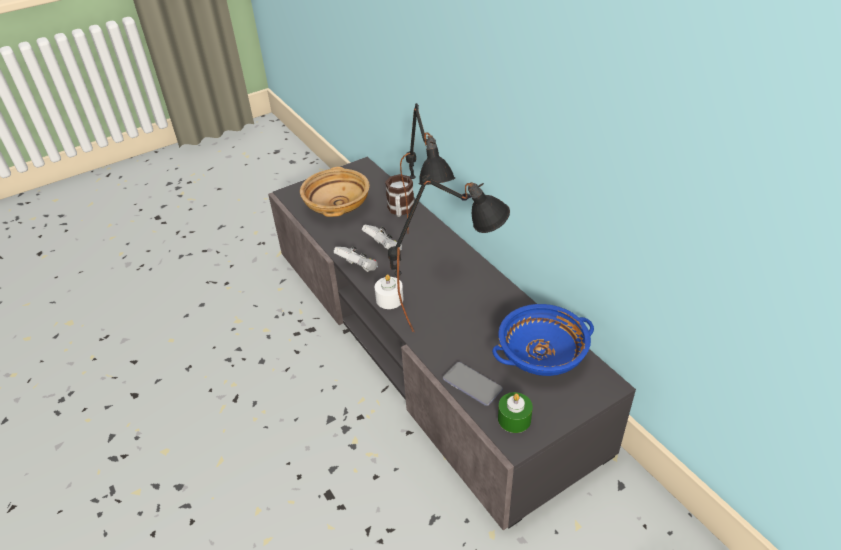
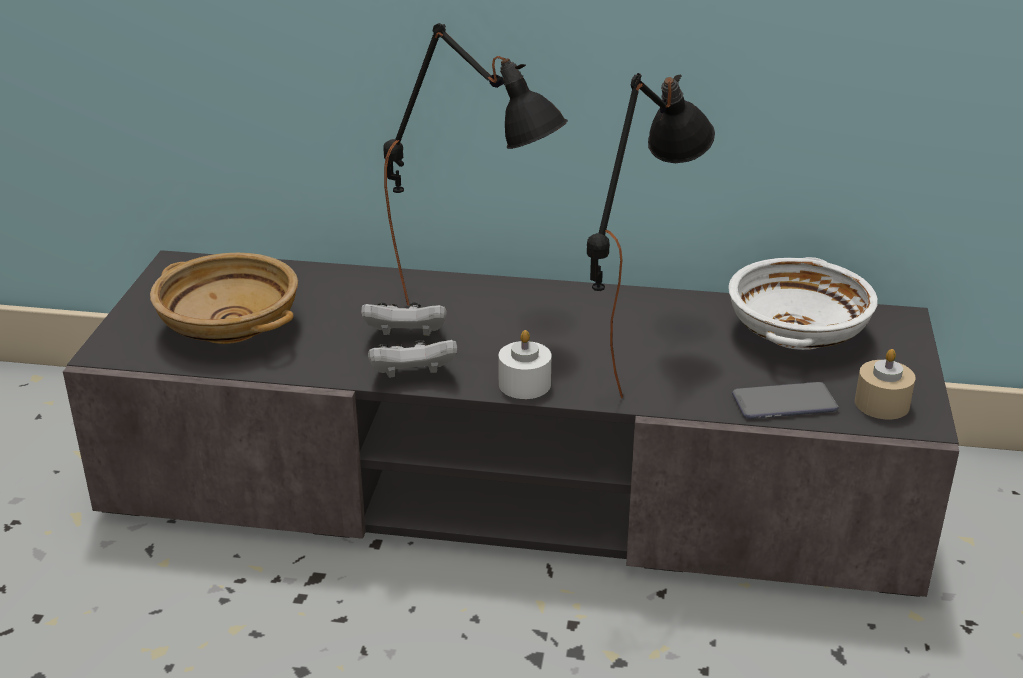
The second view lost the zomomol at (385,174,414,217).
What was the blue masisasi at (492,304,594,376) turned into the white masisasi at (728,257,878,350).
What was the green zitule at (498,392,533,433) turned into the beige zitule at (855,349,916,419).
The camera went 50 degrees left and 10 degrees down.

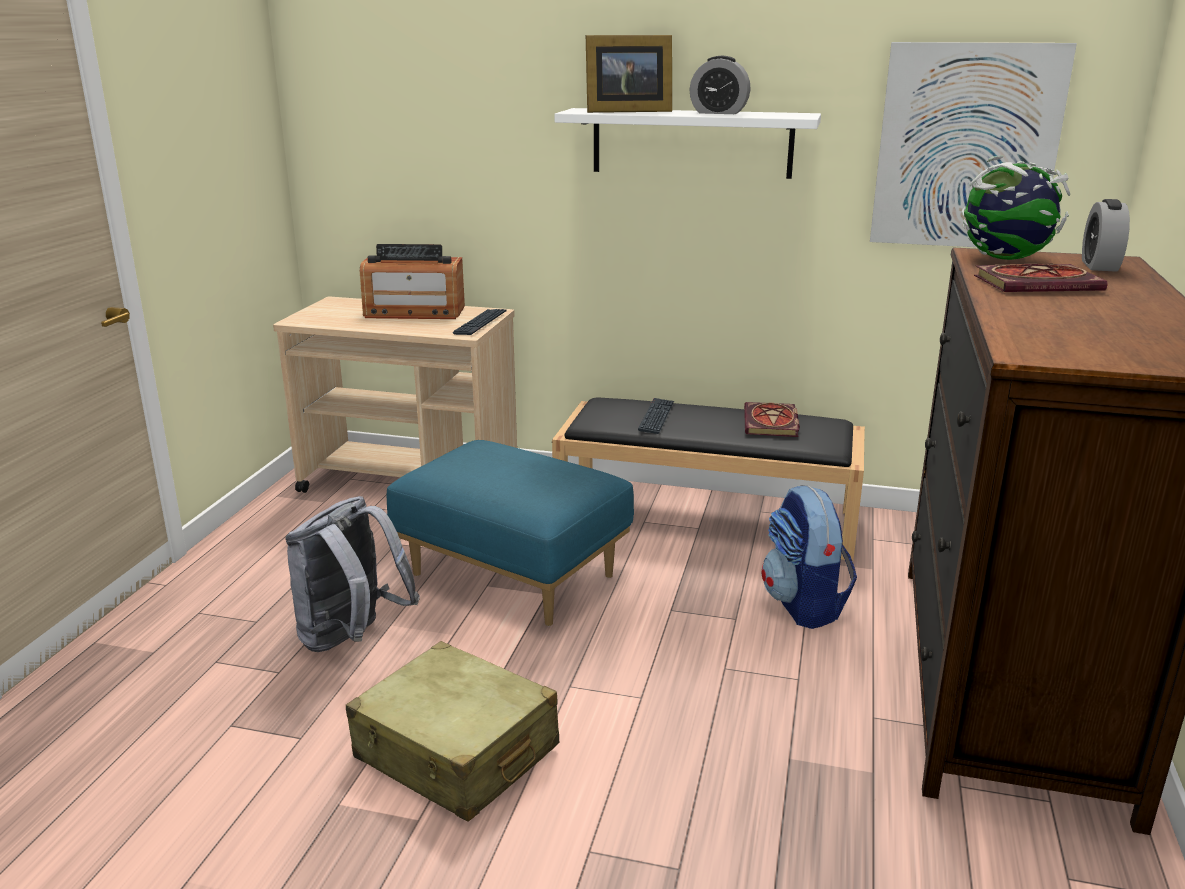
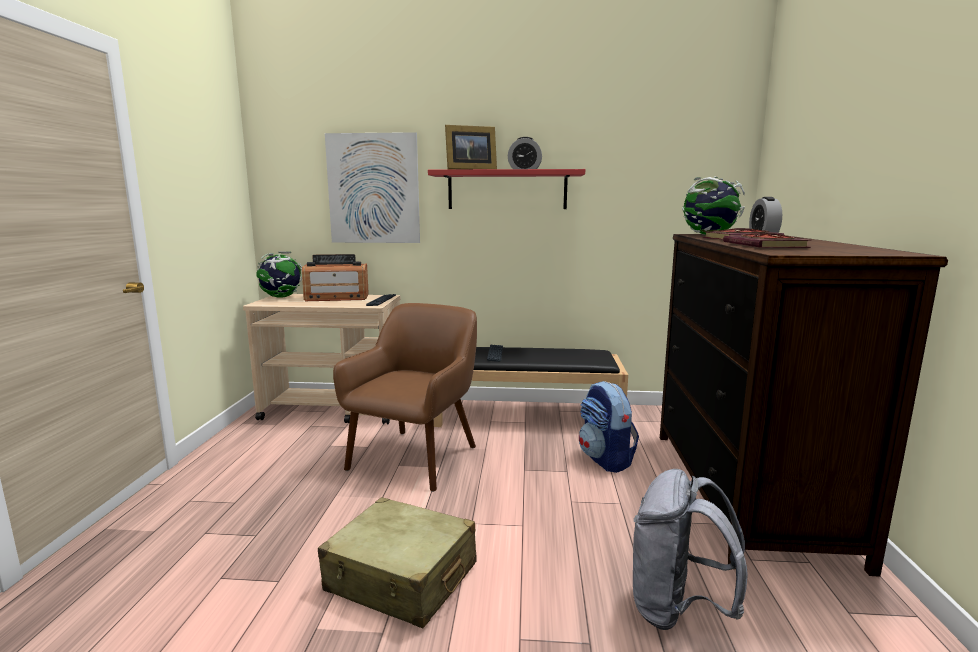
The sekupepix ended up elsewhere, having gone from (870,42,1077,247) to (325,132,420,243).
What was the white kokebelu at (555,108,821,179) turned into the red kokebelu at (428,169,585,209).
The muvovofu ended up elsewhere, having gone from (744,402,800,437) to (723,233,811,248).
Where the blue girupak stood at (387,440,634,626), the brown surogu came to stand at (333,303,477,492).
The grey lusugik ended up elsewhere, having gone from (285,496,420,652) to (633,469,748,630).
The second view gained the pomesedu at (256,251,302,298).
The camera went 10 degrees left and 10 degrees down.

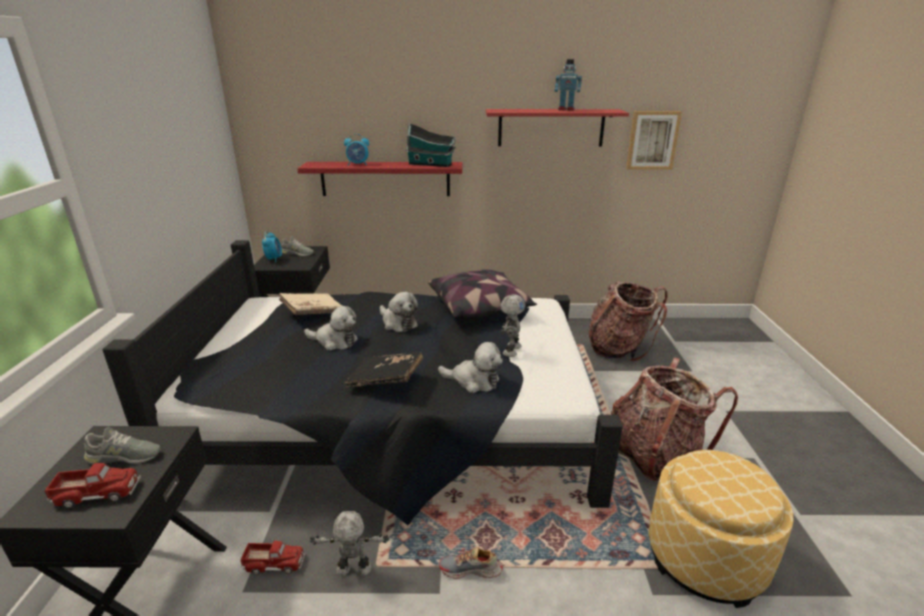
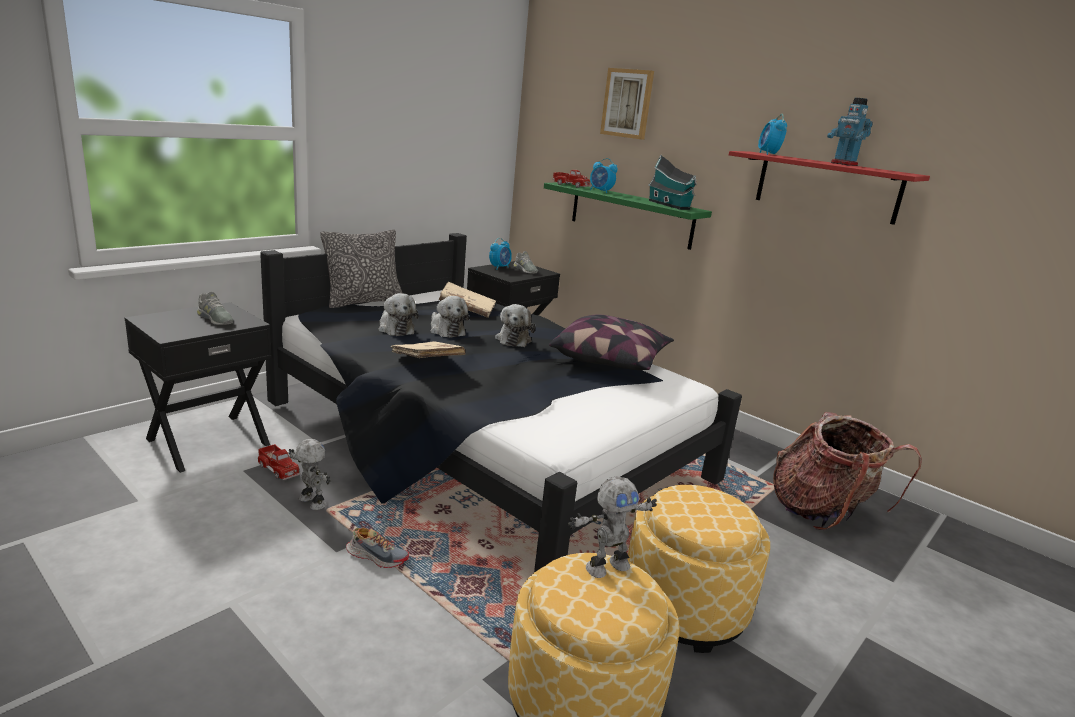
The sekupepix ended up elsewhere, having gone from (626,111,682,170) to (600,68,654,140).
What was the red kokebelu at (297,162,462,196) turned into the green kokebelu at (544,183,712,250).
The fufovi ended up elsewhere, having gone from (500,294,525,357) to (568,476,657,578).
The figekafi ended up elsewhere, having gone from (438,342,503,393) to (378,293,419,336).
What was the black muvovofu at (344,352,423,387) turned into the beige muvovofu at (391,341,466,358).
Where the lusugik stood at (611,357,738,482), the girupak came to stand at (627,485,770,653).
The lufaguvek ended up elsewhere, having gone from (44,463,141,508) to (552,170,591,188).
The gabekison at (439,547,503,579) ended up facing another way, 150 degrees clockwise from before.
The second view gained the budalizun at (758,114,787,155).
The second view gained the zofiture at (320,230,403,308).
The camera went 40 degrees right and 5 degrees down.

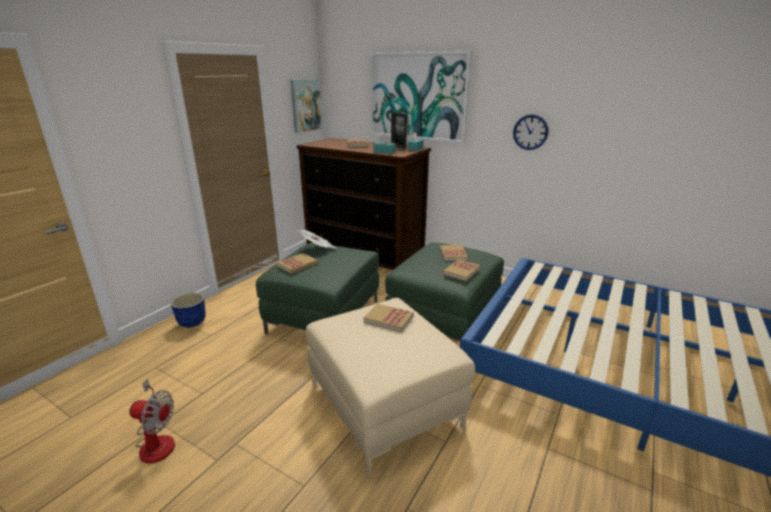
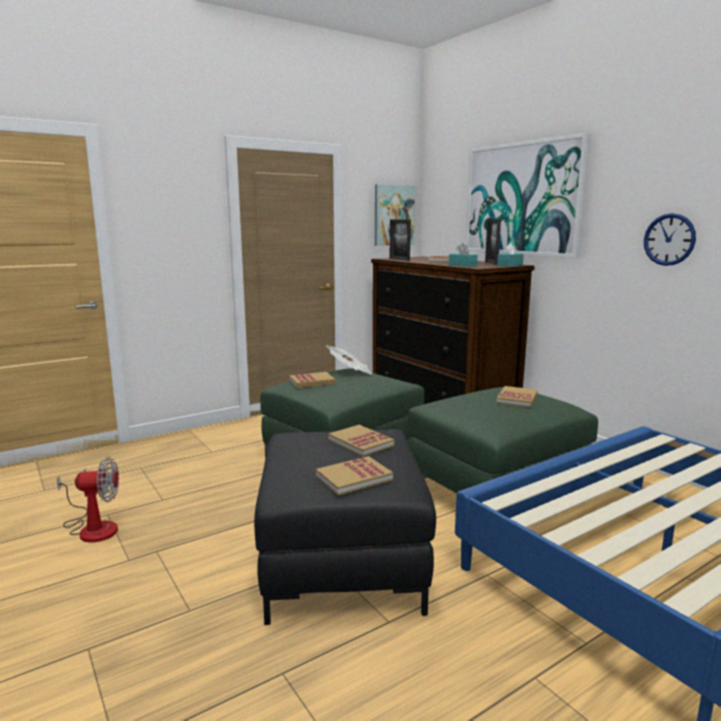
The muvovofu ended up elsewhere, having gone from (443,259,480,281) to (315,456,393,495).
The second view lost the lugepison at (171,293,206,328).
What was the beige girupak at (306,298,475,476) turned into the black girupak at (254,429,436,625).
The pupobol at (129,379,175,463) ended up facing another way, 45 degrees counterclockwise from before.
The second view gained the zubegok at (389,220,411,261).
The camera went 25 degrees right and 10 degrees down.

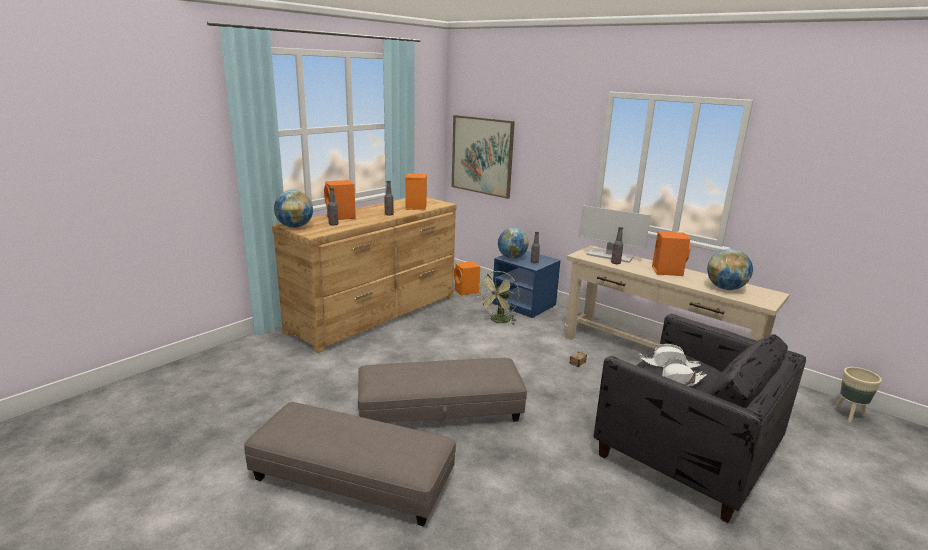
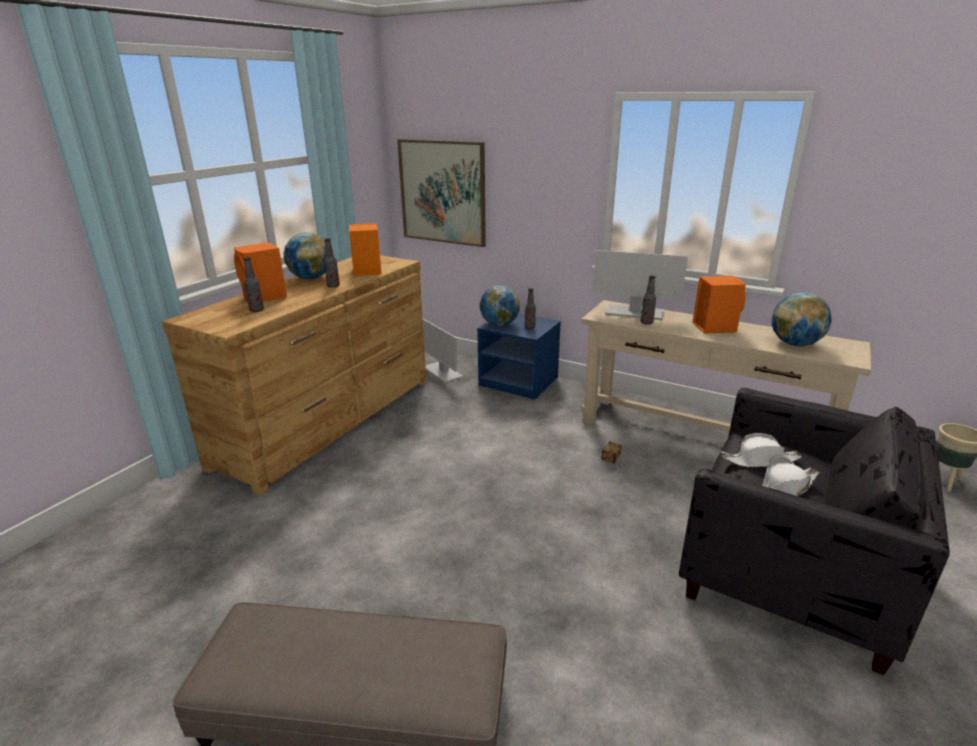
The pomesedu ended up elsewhere, having gone from (274,190,313,228) to (283,233,326,280).
Where the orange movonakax stood at (454,261,480,296), the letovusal came to stand at (423,319,463,383).
The second view lost the green pupobol at (476,271,519,324).
The second view lost the grey girupak at (358,358,527,423).
The camera went 10 degrees left and 5 degrees up.

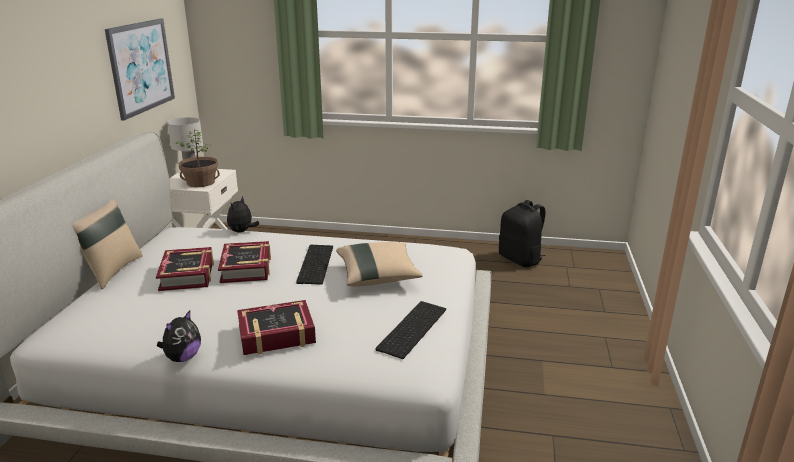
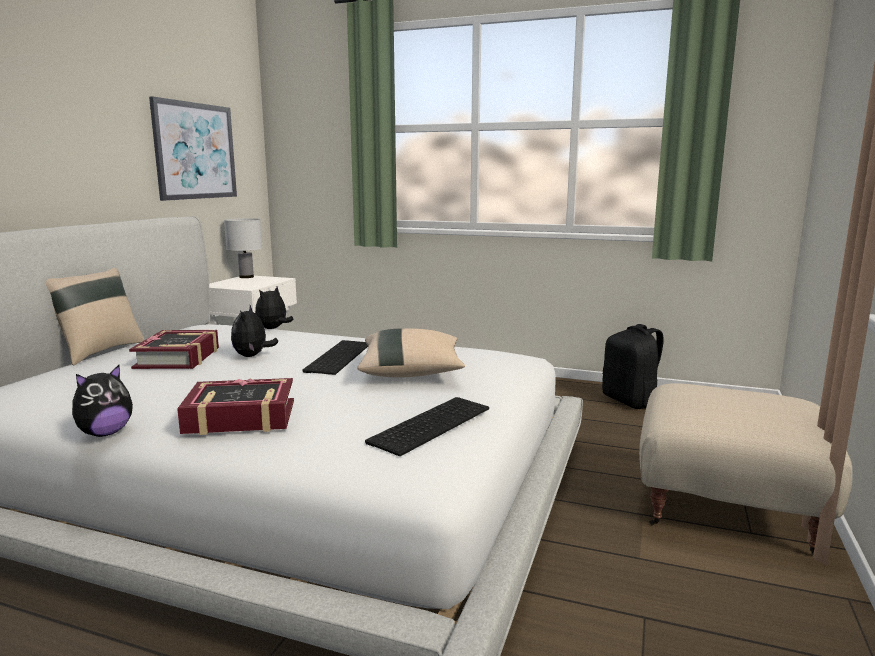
The second view lost the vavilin at (175,130,220,187).
Where the muvovofu stood at (218,241,271,283), the figekafi came to stand at (231,305,278,357).
The second view gained the beige girupak at (639,383,852,554).
The camera went 10 degrees right and 10 degrees down.

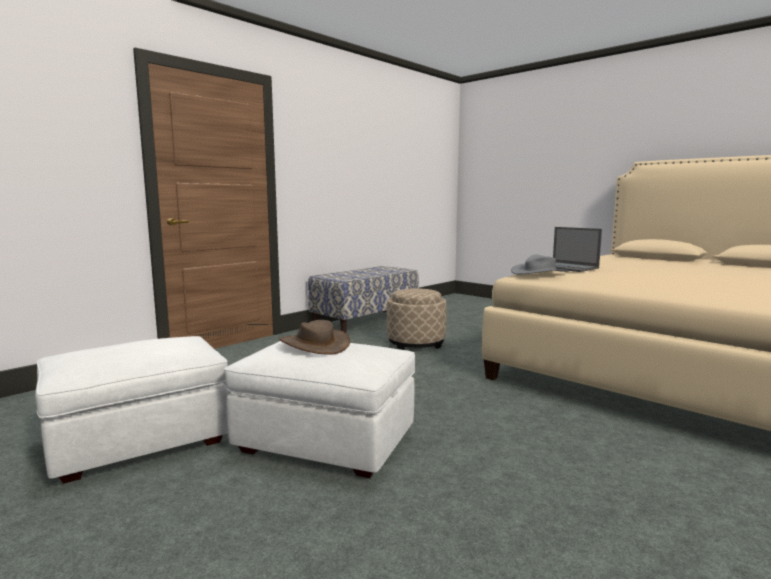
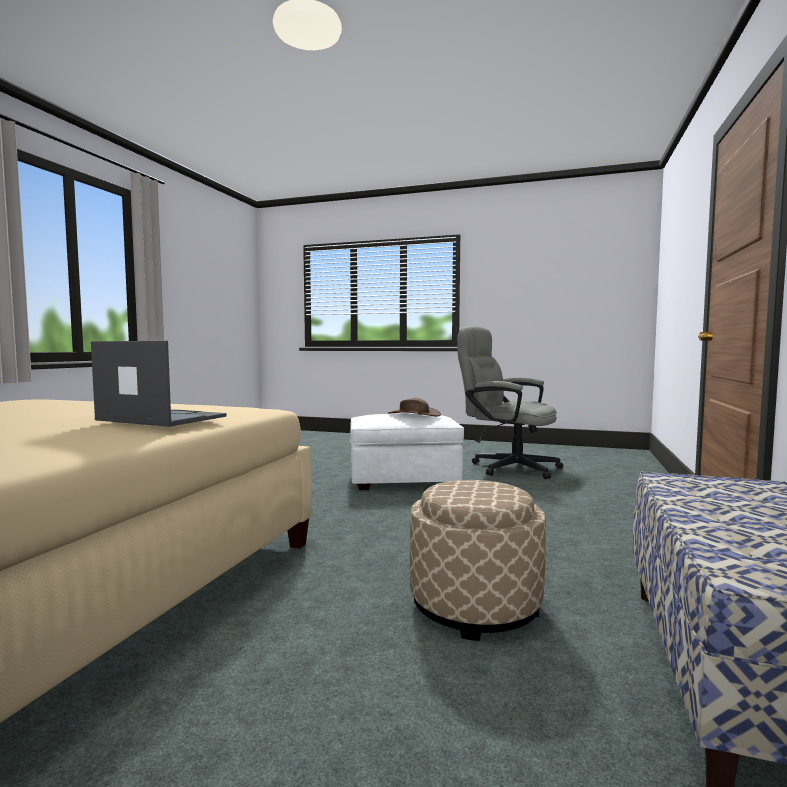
The second view lost the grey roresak at (511,255,569,274).
Where the white girupak stood at (35,336,228,484), the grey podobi came to stand at (457,326,563,479).
The camera went 155 degrees right and 5 degrees down.

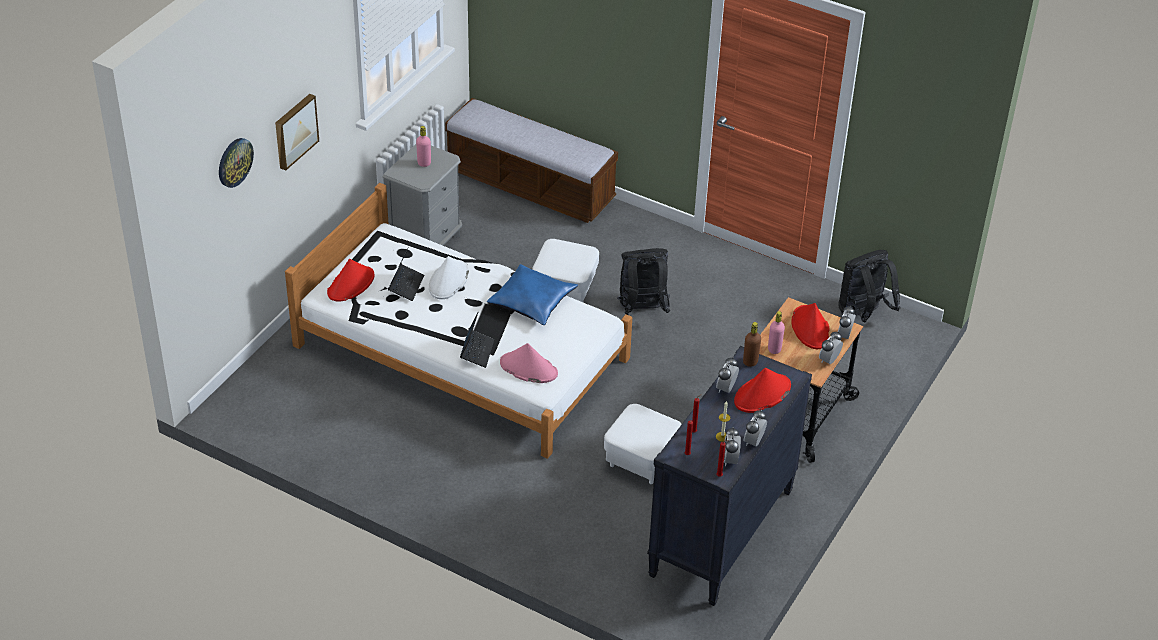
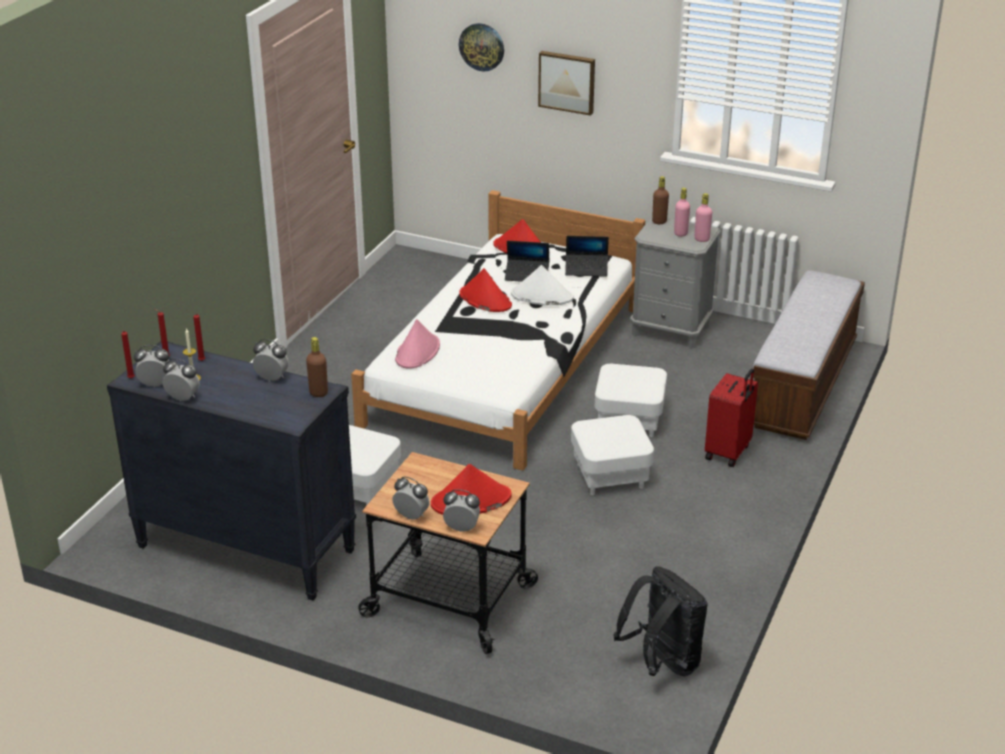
Where the black lusugik stood at (617,248,670,315), the white girupak came to stand at (571,415,654,495).
The second view lost the blue zofiture at (487,264,578,325).
The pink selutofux ended up elsewhere, having gone from (768,311,785,354) to (695,193,712,242).
The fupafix ended up elsewhere, having gone from (460,313,494,368) to (565,236,609,277).
The red roresak ended up elsewhere, having gone from (734,368,791,413) to (459,268,512,312).
The second view gained the brown selutofux at (652,176,669,224).
The second view gained the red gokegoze at (705,368,758,467).
The camera went 85 degrees right and 10 degrees down.

